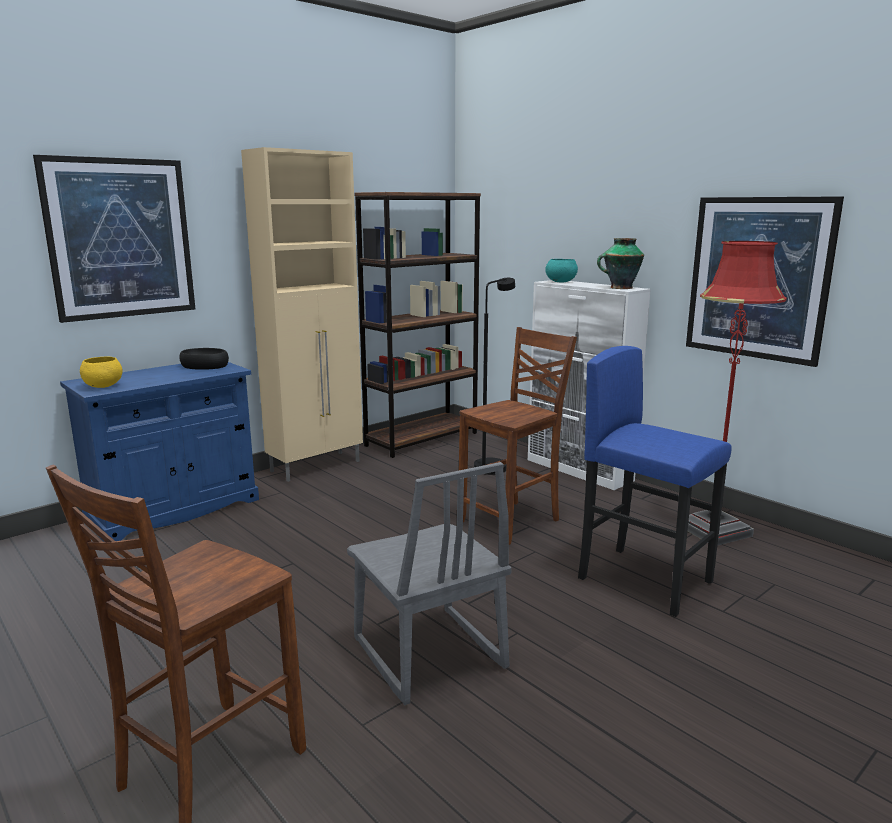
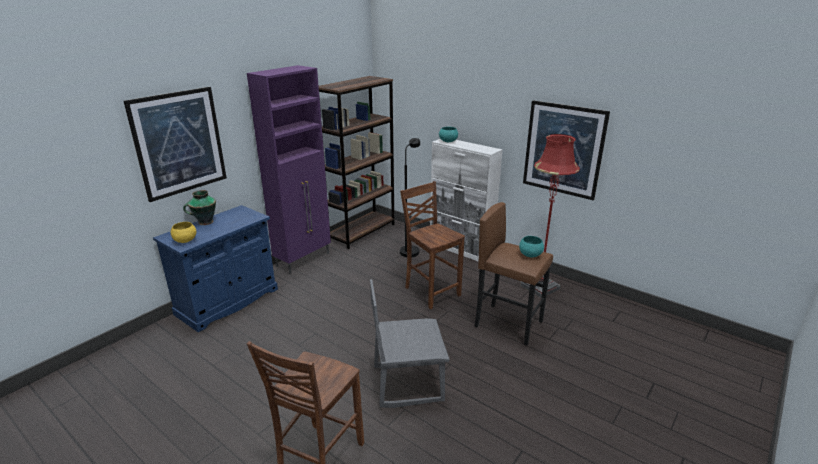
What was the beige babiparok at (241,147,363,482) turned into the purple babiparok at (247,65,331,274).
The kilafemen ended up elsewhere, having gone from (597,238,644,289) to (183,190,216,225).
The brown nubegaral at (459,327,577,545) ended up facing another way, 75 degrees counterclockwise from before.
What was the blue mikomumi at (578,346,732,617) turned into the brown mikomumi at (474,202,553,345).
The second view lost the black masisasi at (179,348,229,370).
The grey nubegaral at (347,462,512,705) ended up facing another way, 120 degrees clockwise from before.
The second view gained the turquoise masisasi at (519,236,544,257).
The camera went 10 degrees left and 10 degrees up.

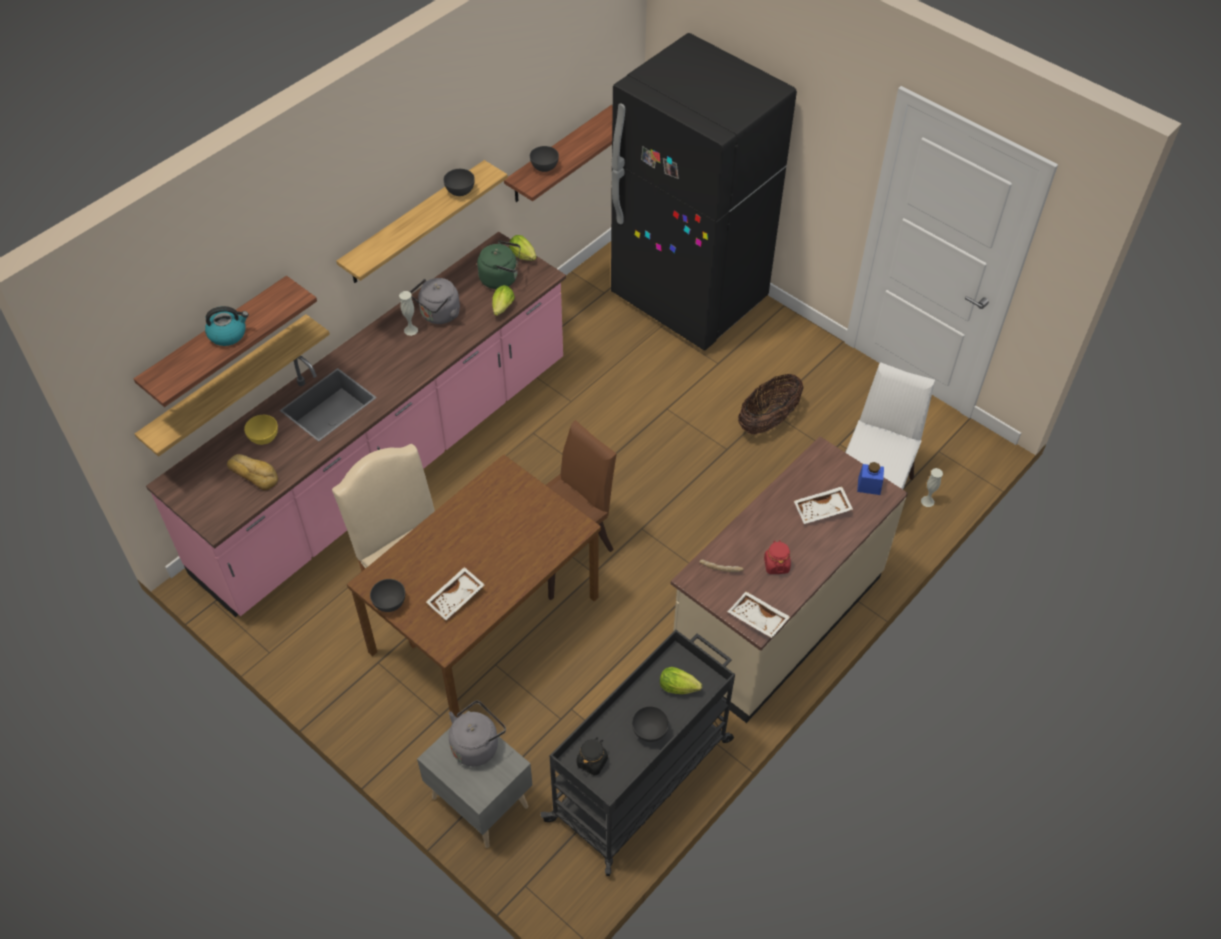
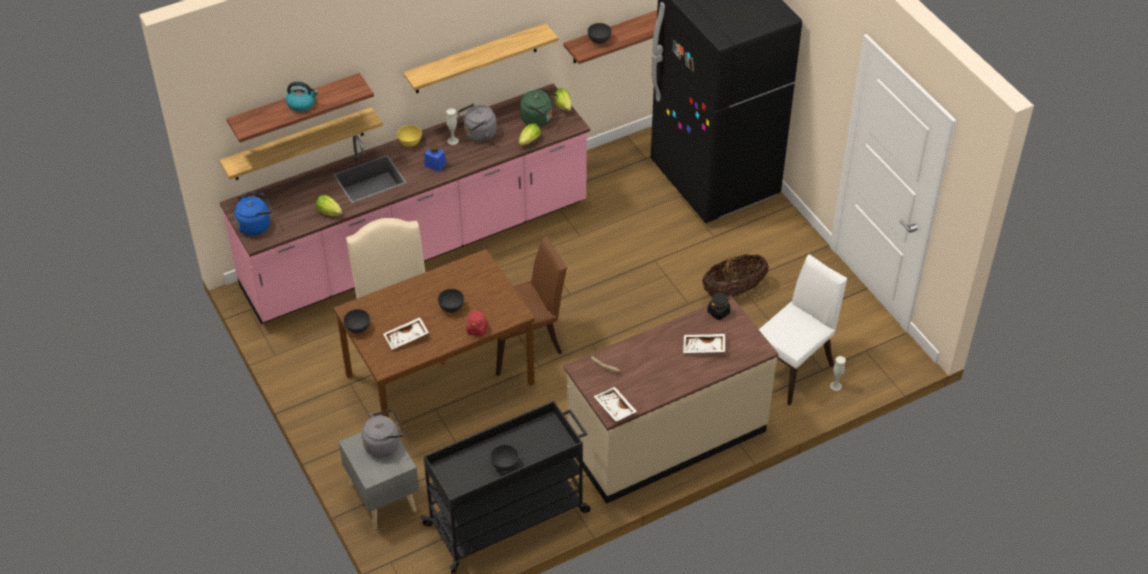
The grey masisasi ended up elsewhere, having gone from (443,169,475,196) to (438,289,464,313).
The yellow masisasi ended up elsewhere, having gone from (244,415,278,445) to (397,125,422,147).
The second view lost the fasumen at (227,454,278,490).
The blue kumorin ended up elsewhere, having gone from (857,462,884,495) to (424,145,446,172).
The red kumorin ended up elsewhere, having gone from (764,540,791,574) to (466,310,488,337).
The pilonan ended up elsewhere, having gone from (660,667,702,694) to (316,195,342,216).
The black kumorin ended up elsewhere, having gone from (577,737,608,776) to (707,293,730,320).
The second view gained the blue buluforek at (234,191,274,236).
The camera went 20 degrees right and 5 degrees down.

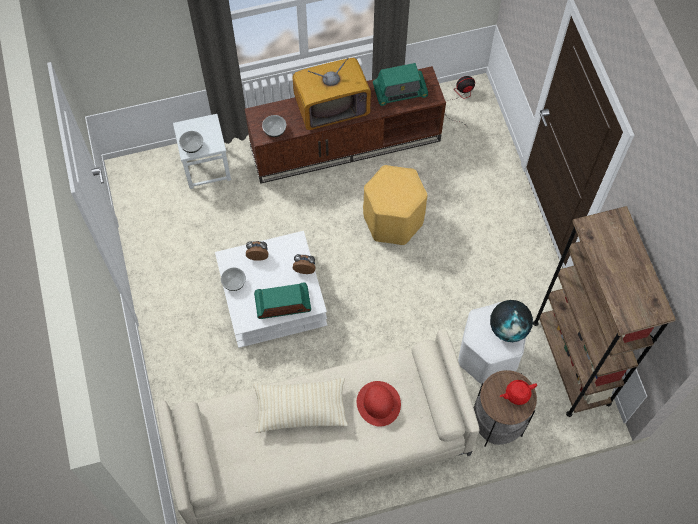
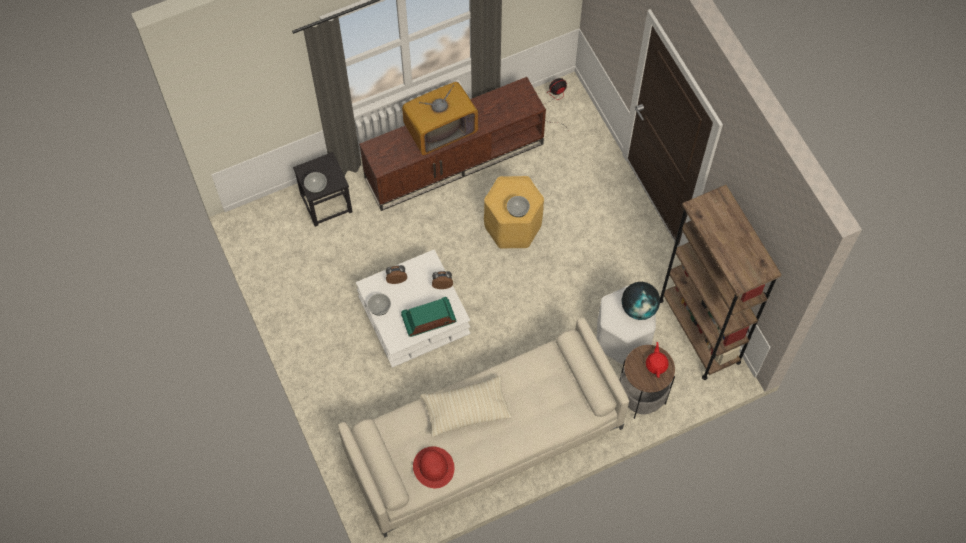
The second view lost the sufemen at (373,63,428,106).
What was the white mikomumi at (173,114,231,189) turned into the black mikomumi at (293,152,352,227).
The masisasi ended up elsewhere, having gone from (262,115,286,137) to (507,196,530,217).
The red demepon at (500,380,537,405) ended up facing another way, 120 degrees clockwise from before.
The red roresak ended up elsewhere, having gone from (357,381,401,427) to (413,447,454,488).
The camera went 10 degrees left and 0 degrees up.

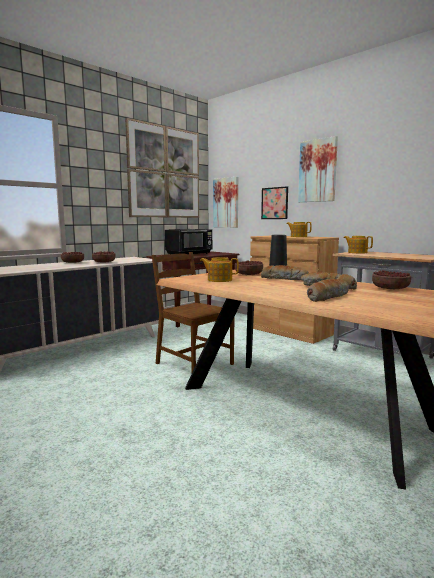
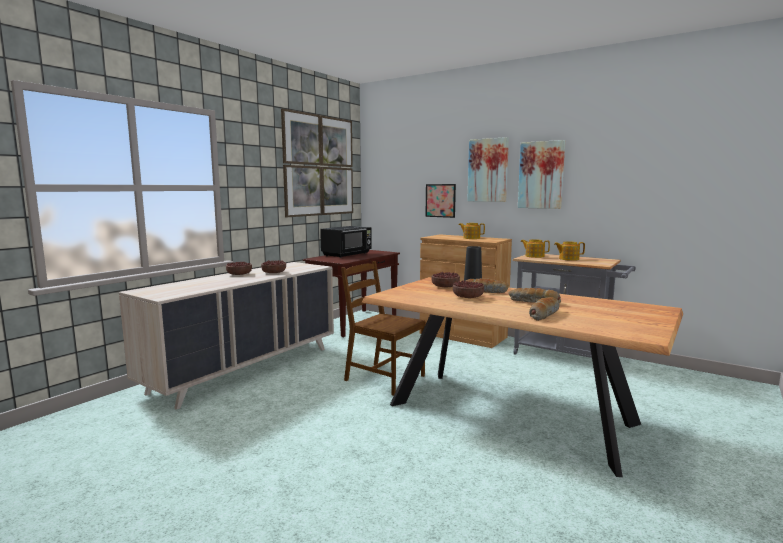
The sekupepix ended up elsewhere, having gone from (213,177,238,228) to (518,140,565,209).
The demepon ended up elsewhere, having gone from (200,257,239,282) to (554,241,585,261).
The masisasi ended up elsewhere, having gone from (372,270,411,289) to (453,280,484,298).
The camera went 10 degrees left and 0 degrees up.

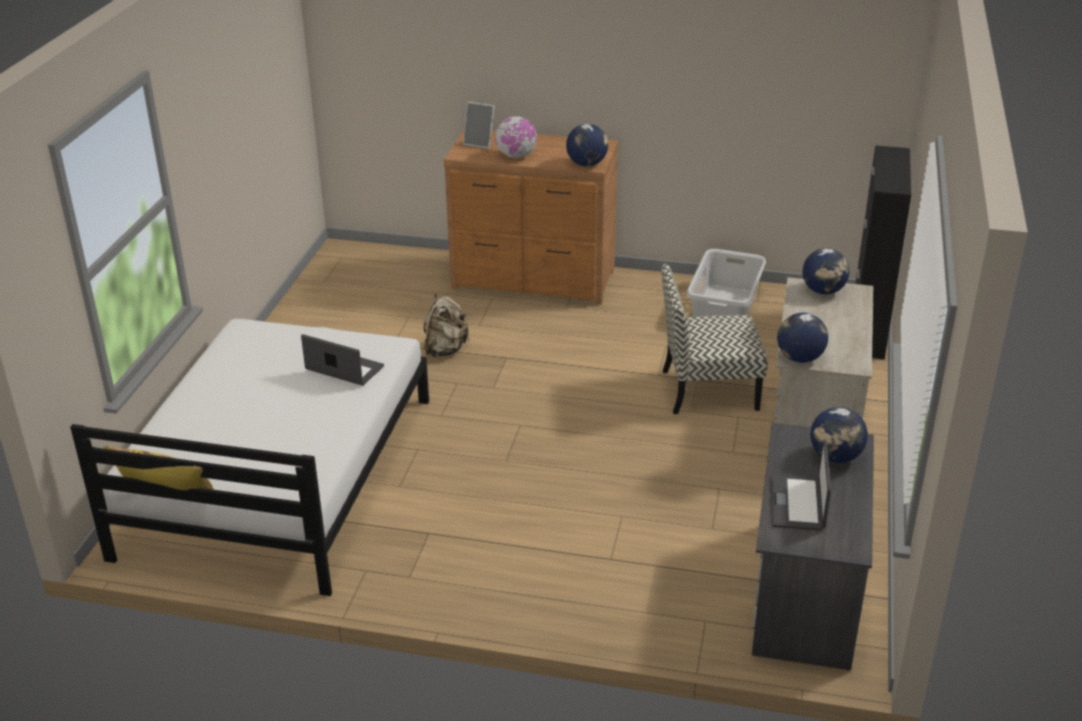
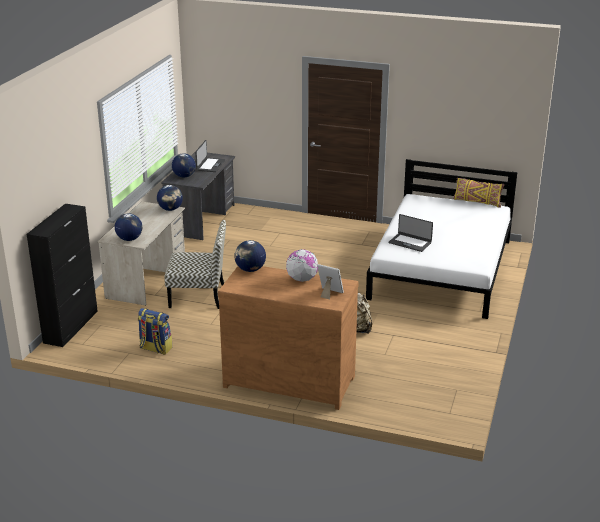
Where the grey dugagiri stood at (686,249,766,317), the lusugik came to stand at (138,308,172,355).
The camera went 175 degrees left and 5 degrees down.

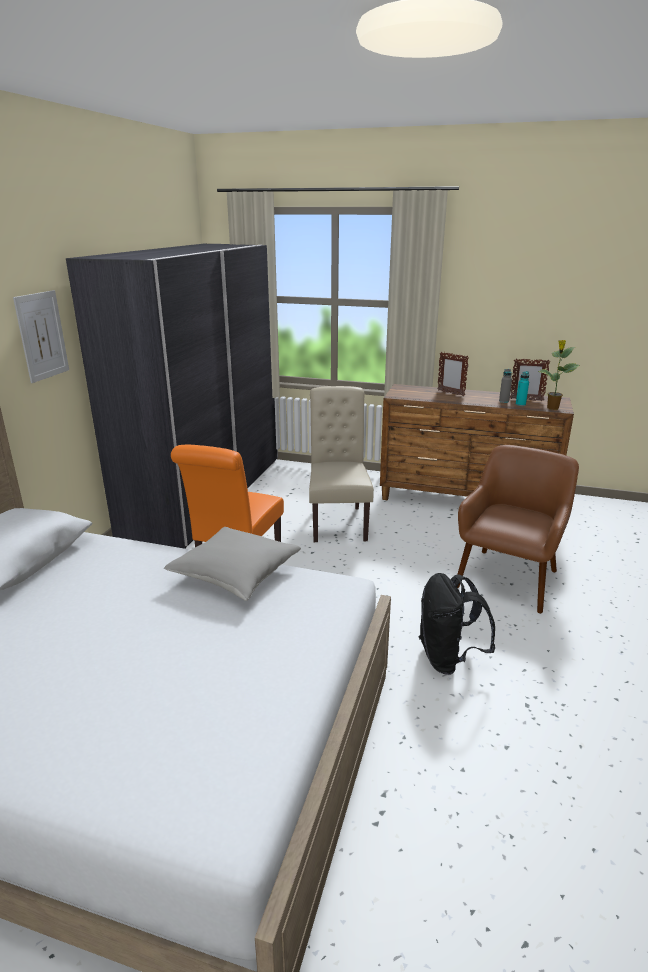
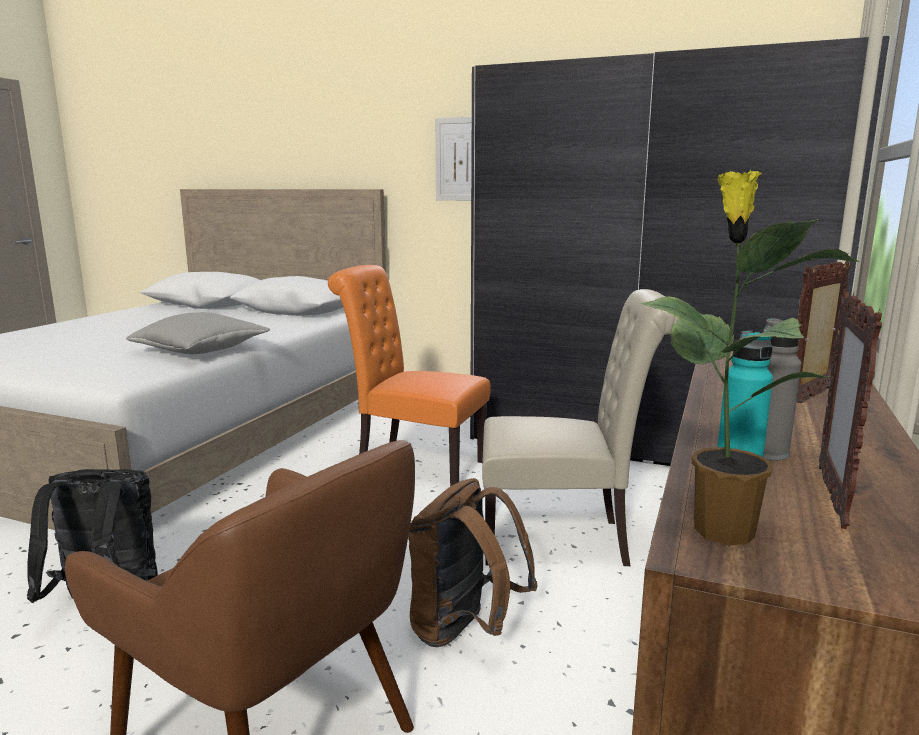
The second view gained the brown lusugik at (408,478,538,647).
The camera went 95 degrees right and 10 degrees down.

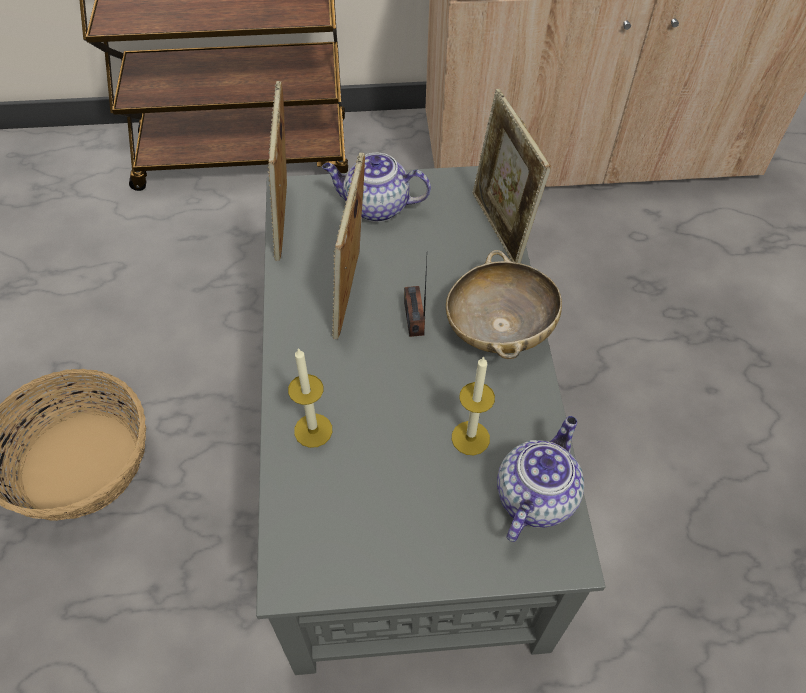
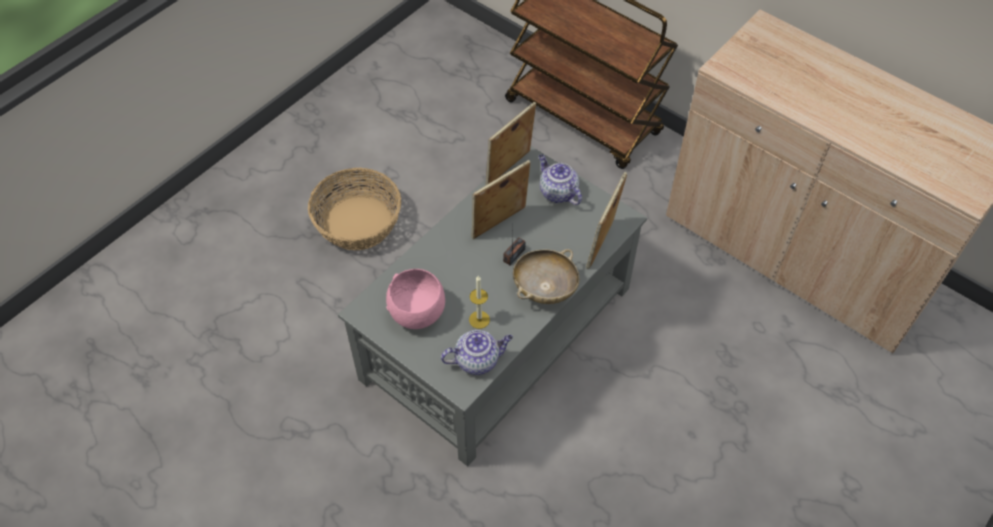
The second view lost the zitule at (288,348,332,448).
The second view gained the pink masisasi at (386,269,445,329).
The camera went 45 degrees right and 0 degrees up.

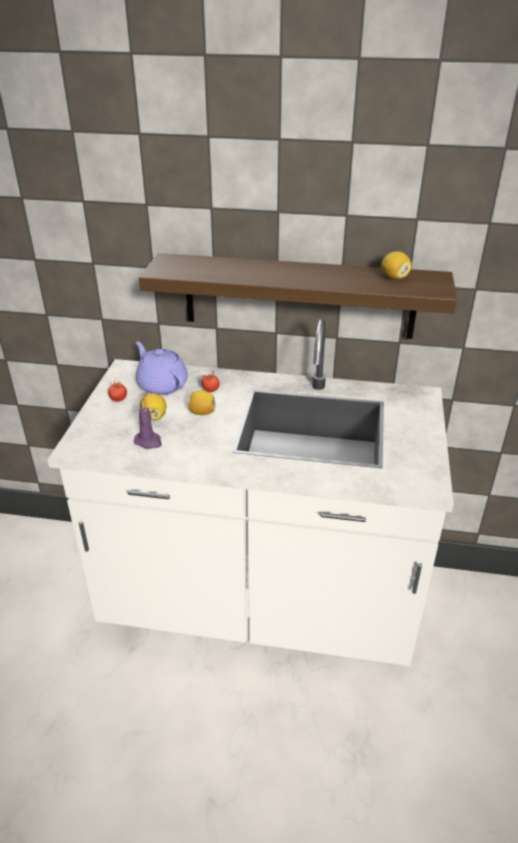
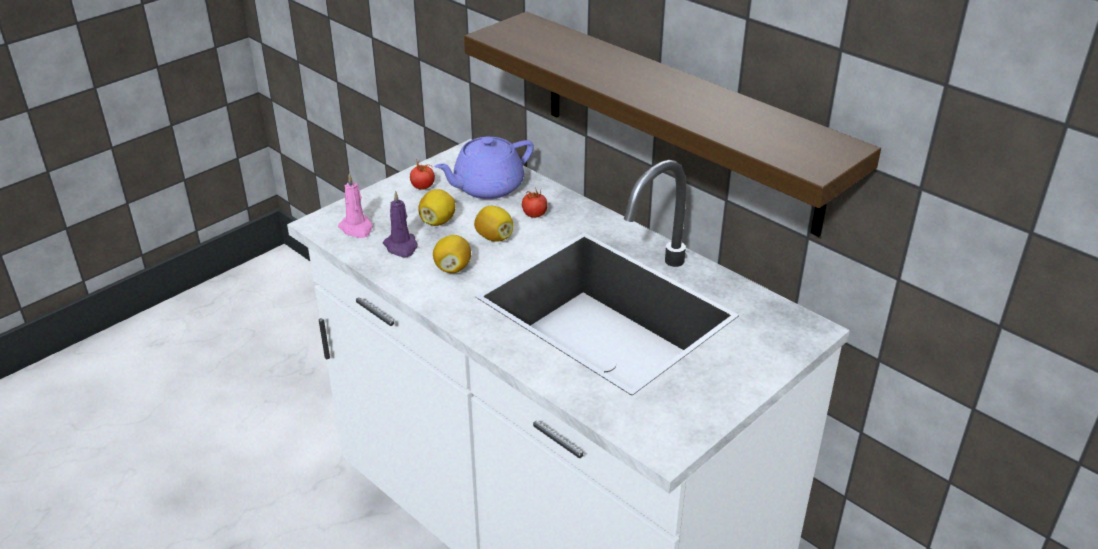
The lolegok ended up elsewhere, having gone from (381,251,411,280) to (433,235,471,273).
The purple demepon at (136,341,188,395) ended up facing another way, 120 degrees counterclockwise from before.
The second view gained the pink zitule at (338,173,373,238).
The camera went 35 degrees right and 0 degrees up.

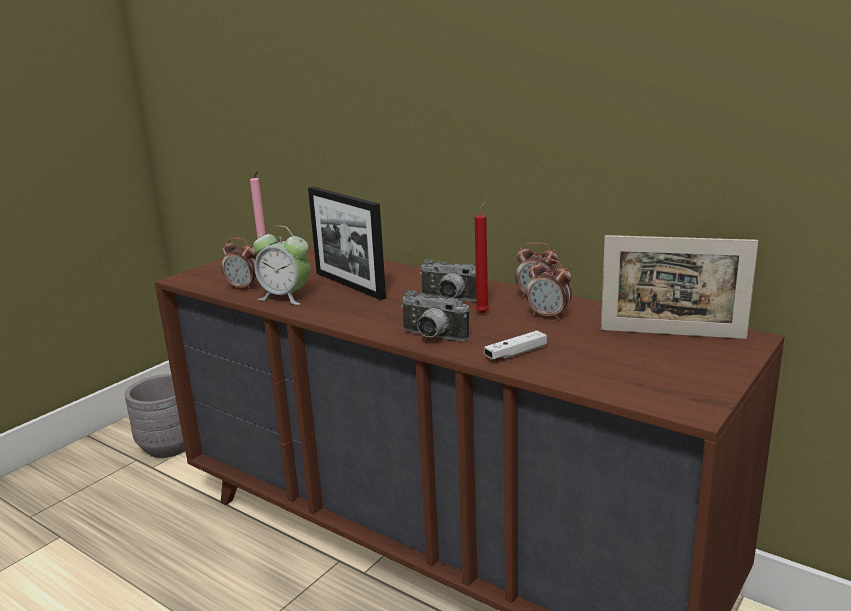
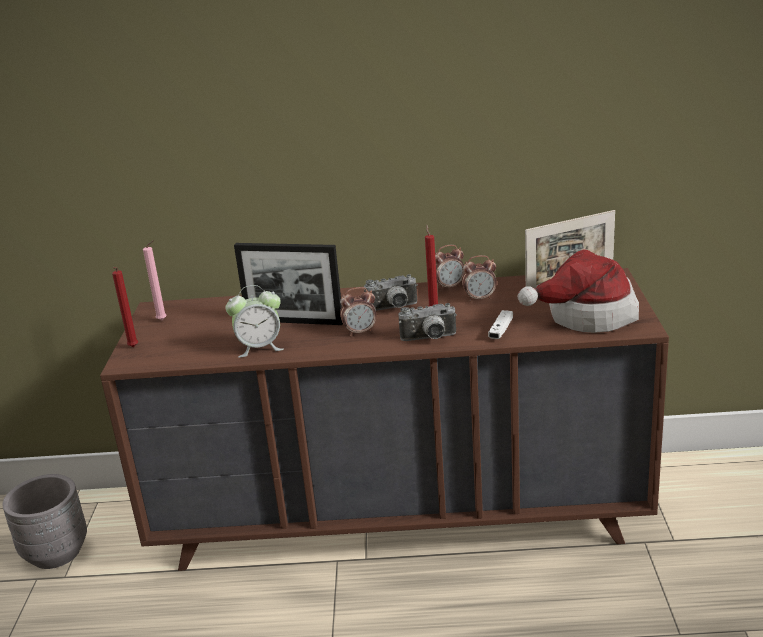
The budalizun ended up elsewhere, having gone from (221,238,257,291) to (340,287,377,336).
The second view gained the roresak at (518,249,639,333).
The second view gained the red zitule at (112,267,138,347).
The camera went 35 degrees left and 5 degrees up.

